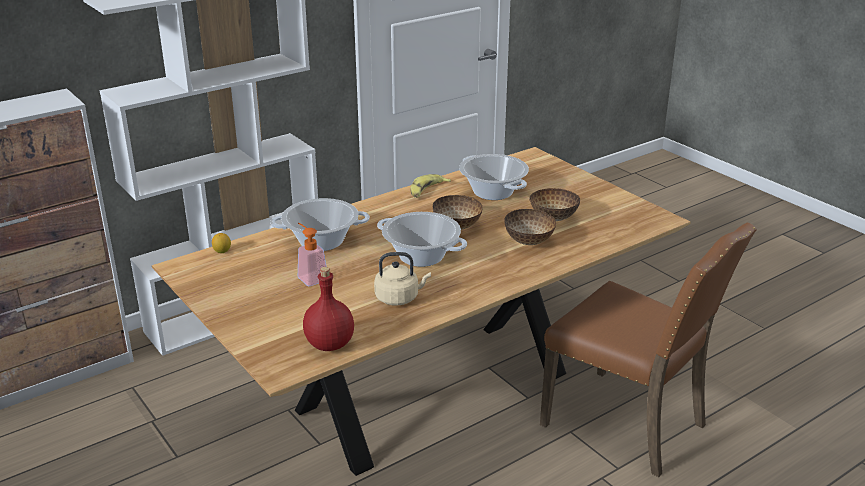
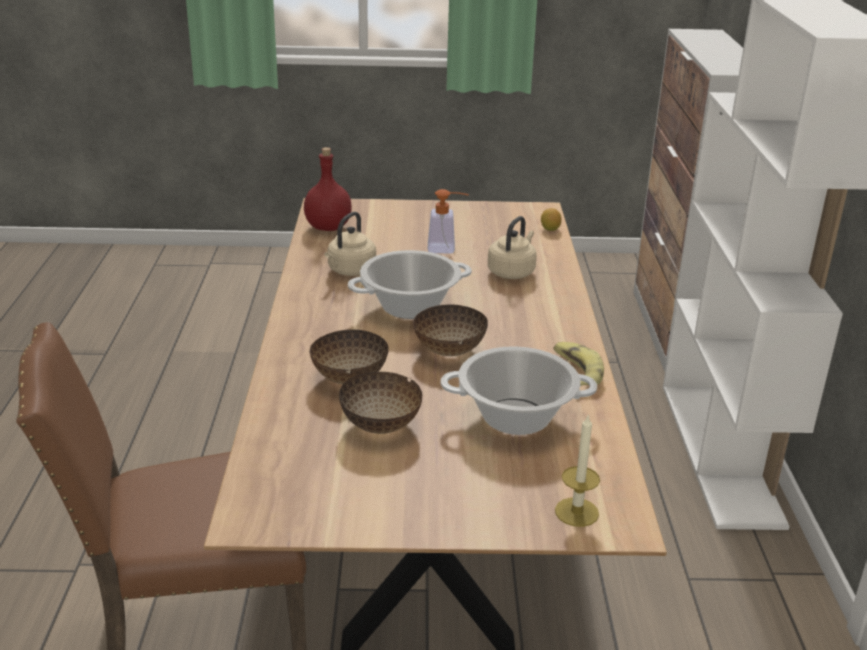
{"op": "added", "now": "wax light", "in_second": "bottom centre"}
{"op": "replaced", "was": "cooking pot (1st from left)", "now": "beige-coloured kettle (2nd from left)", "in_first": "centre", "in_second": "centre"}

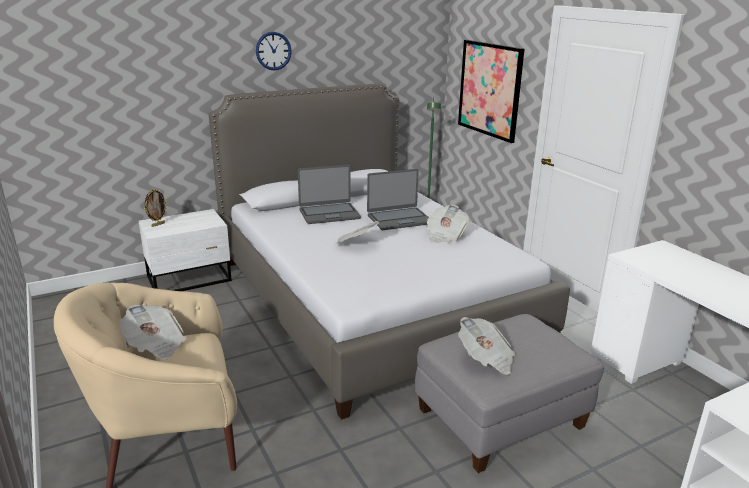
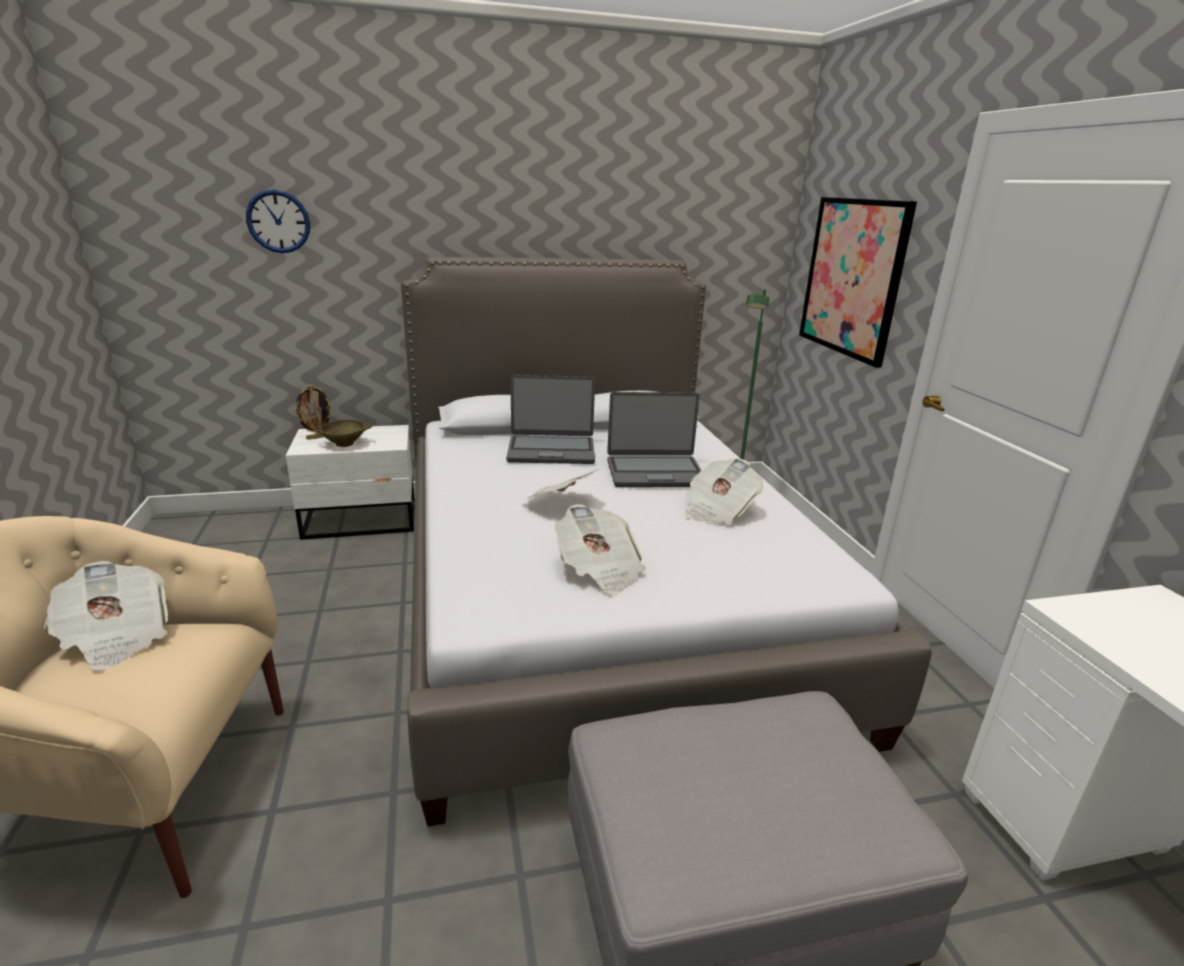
{"op": "added", "now": "beige-coloured serving bowl", "in_second": "middle left"}
{"op": "moved", "was": "clock on the wall", "in_first": "top centre", "in_second": "top left"}
{"op": "moved", "was": "printed paper (4th from left in the first image)", "now": "printed paper (3rd from left)", "in_first": "bottom centre", "in_second": "centre"}

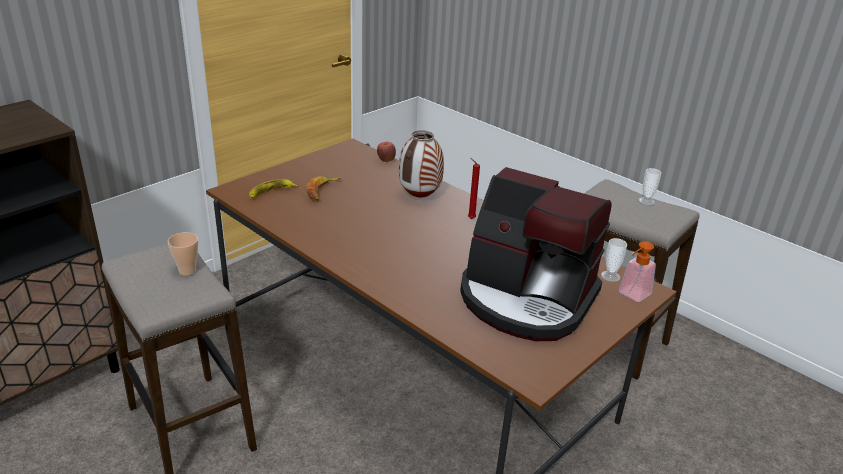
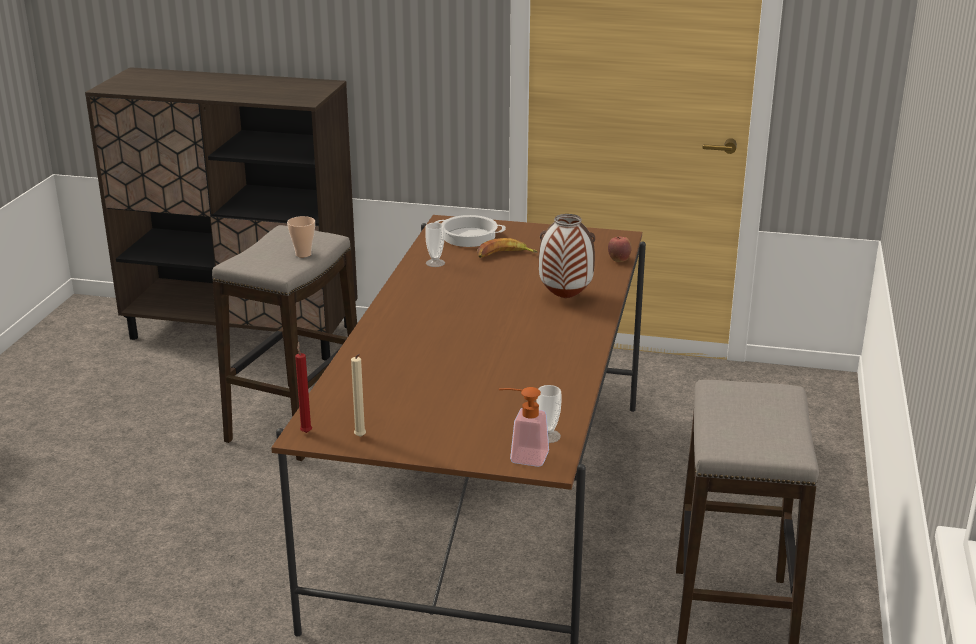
{"op": "removed", "was": "coffee brewer", "in_first": "centre"}
{"op": "added", "now": "beige-coloured wax light", "in_second": "centre"}
{"op": "moved", "was": "reddish wax light", "in_first": "centre", "in_second": "middle left"}
{"op": "moved", "was": "drinking cup (3rd from left in the first image)", "now": "drinking cup (2nd from left)", "in_first": "middle right", "in_second": "centre"}
{"op": "replaced", "was": "banana (1st from left)", "now": "cooking pot", "in_first": "middle left", "in_second": "centre"}

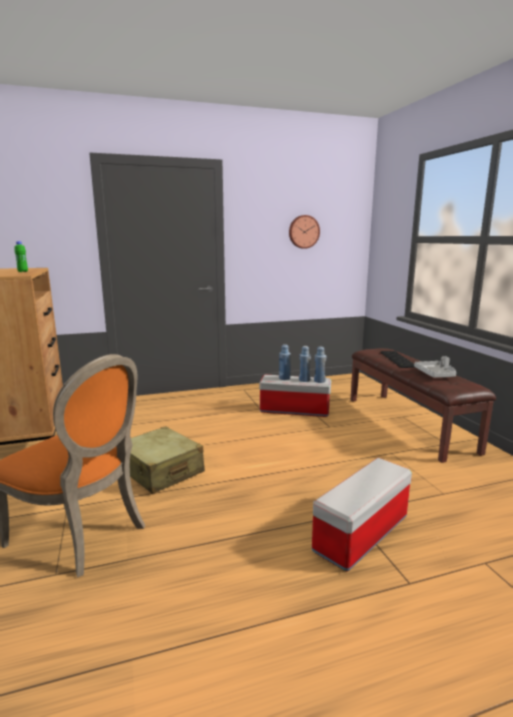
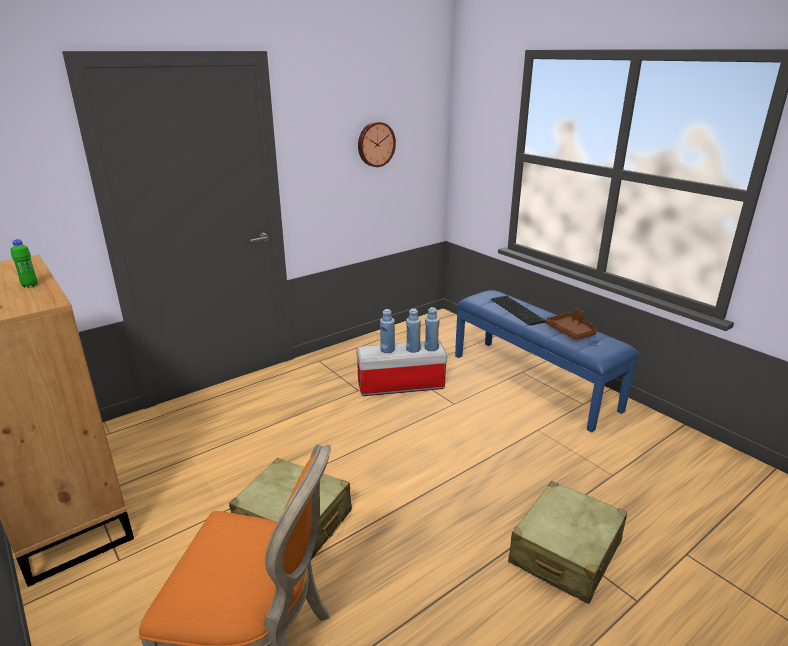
{"op": "replaced", "was": "storage bin (2nd from left)", "now": "beige-coloured piece of luggage (2nd from left)", "in_first": "bottom right", "in_second": "bottom right"}
{"op": "recoloured", "was": "brown indoor bench", "now": "bluish indoor bench", "in_first": "middle right", "in_second": "middle right"}
{"op": "recoloured", "was": "grey tray", "now": "brown tray", "in_first": "middle right", "in_second": "middle right"}

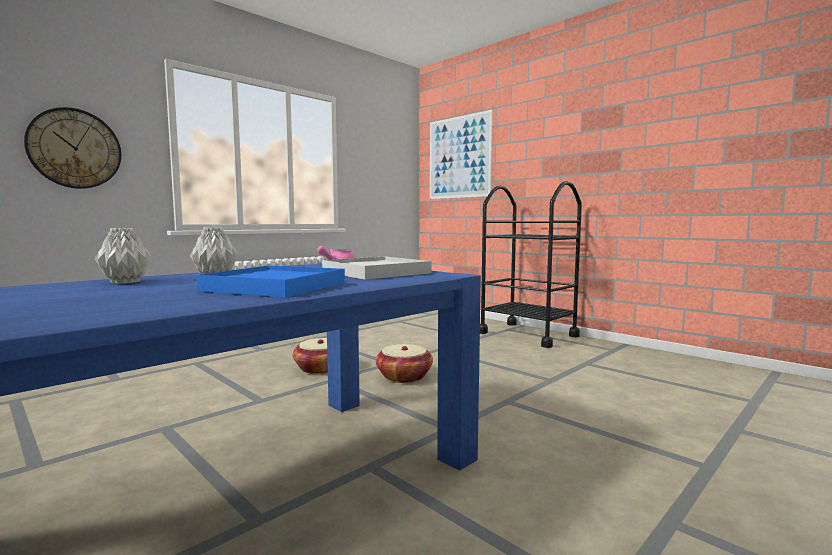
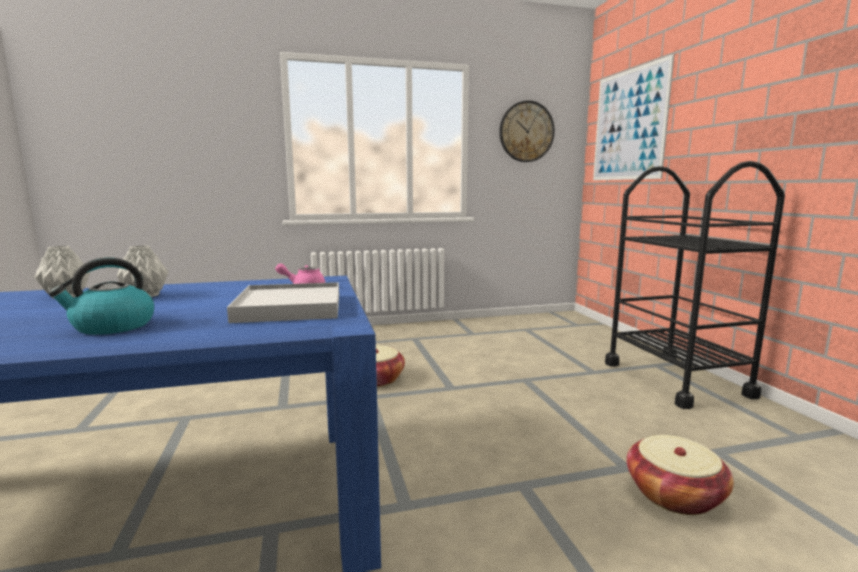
{"op": "moved", "was": "clock on the wall", "in_first": "top left", "in_second": "top centre"}
{"op": "moved", "was": "basket (2nd from left)", "in_first": "centre", "in_second": "bottom right"}
{"op": "replaced", "was": "bluish tray", "now": "kettle", "in_first": "middle left", "in_second": "middle left"}

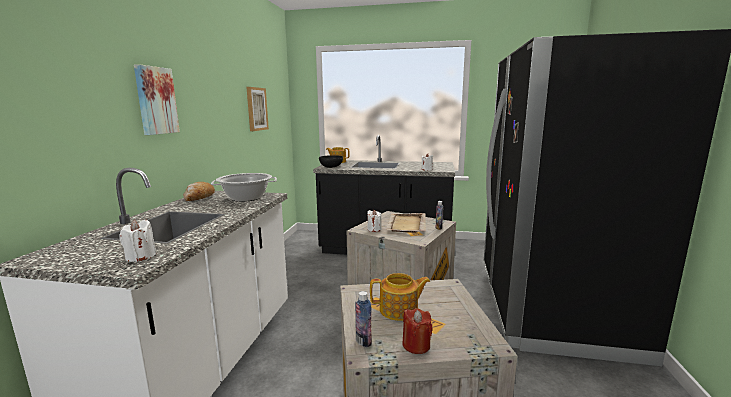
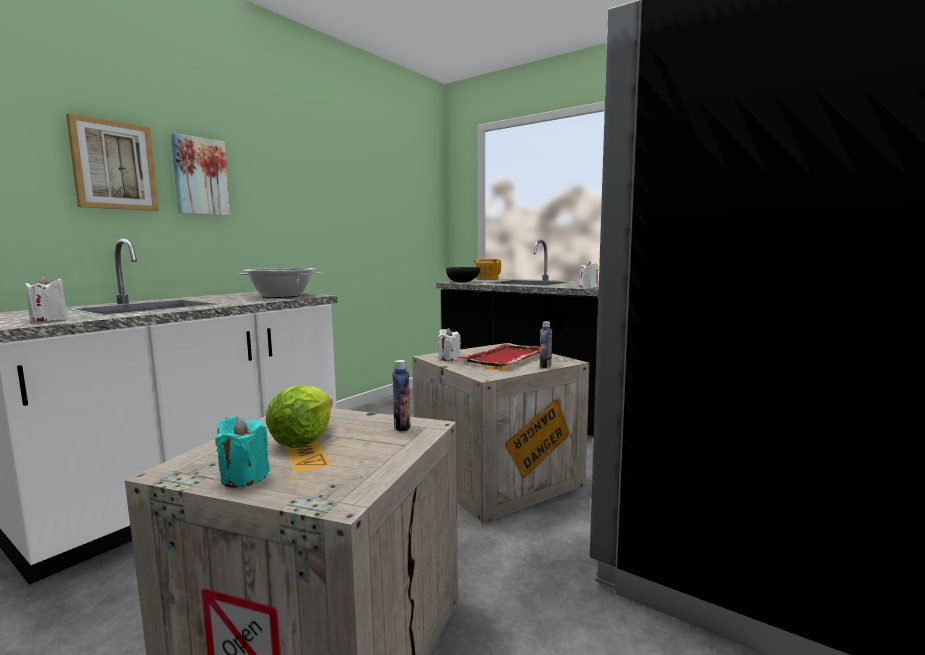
{"op": "removed", "was": "bakery bread", "in_first": "middle left"}
{"op": "moved", "was": "picture (2nd from left in the first image)", "now": "picture (1st from left)", "in_first": "top centre", "in_second": "top left"}
{"op": "moved", "was": "drink bottle (1st from left)", "in_first": "bottom centre", "in_second": "centre"}
{"op": "replaced", "was": "tea pot (2nd from left)", "now": "head of lettuce", "in_first": "bottom centre", "in_second": "middle left"}
{"op": "recoloured", "was": "beige-coloured tray", "now": "reddish tray", "in_first": "centre", "in_second": "centre"}
{"op": "recoloured", "was": "reddish wax light", "now": "turquoise wax light", "in_first": "bottom centre", "in_second": "bottom left"}

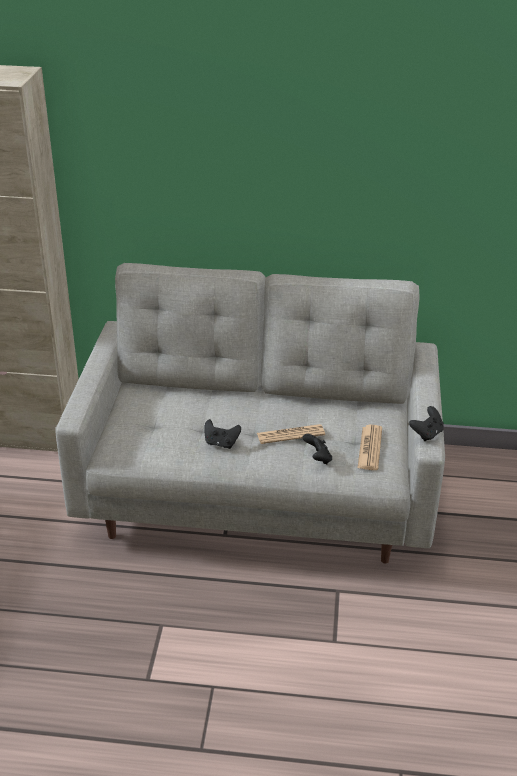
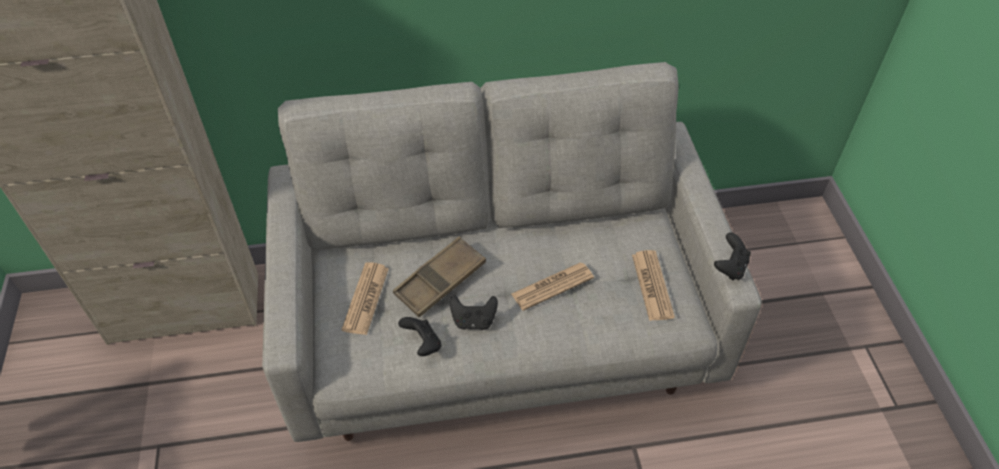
{"op": "added", "now": "printed paper (1st from left)", "in_second": "centre"}
{"op": "added", "now": "brown tray", "in_second": "centre"}
{"op": "moved", "was": "black joypad (2nd from left in the first image)", "now": "black joypad (1st from left)", "in_first": "centre", "in_second": "bottom centre"}

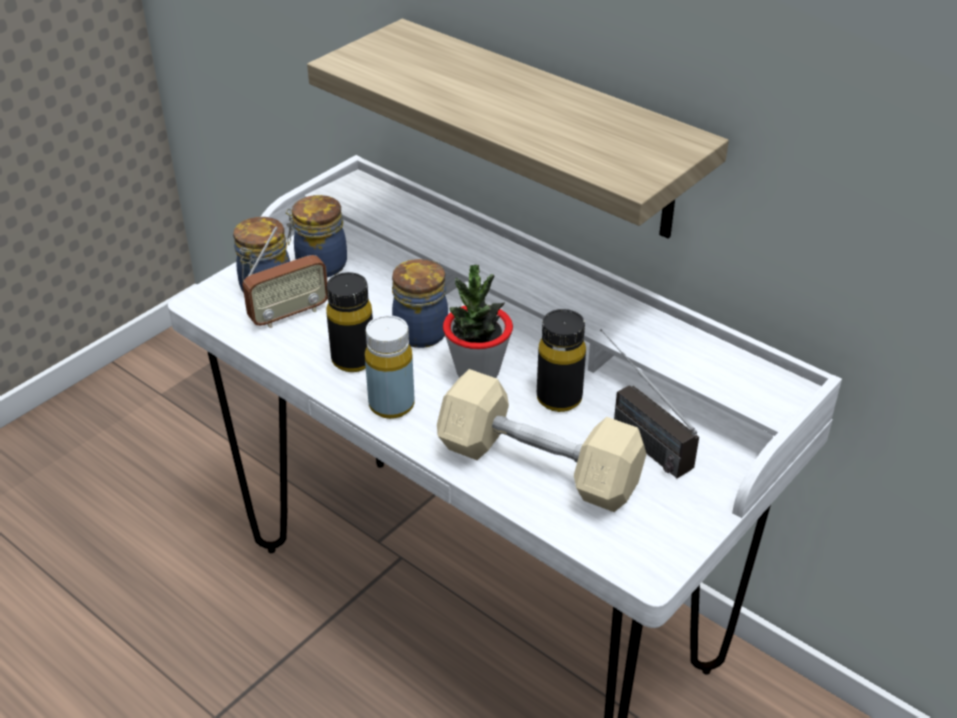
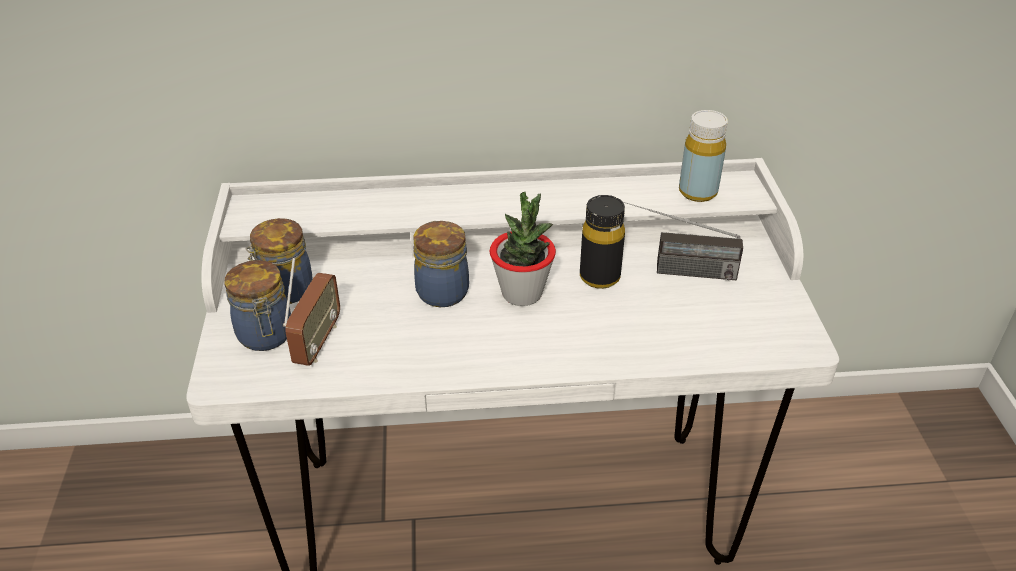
{"op": "removed", "was": "wall shelf", "in_first": "top centre"}
{"op": "removed", "was": "black drink bottle (1st from left)", "in_first": "centre"}
{"op": "removed", "was": "beige-coloured free weight", "in_first": "centre"}
{"op": "moved", "was": "yellow-coloured drink bottle", "in_first": "centre", "in_second": "top right"}

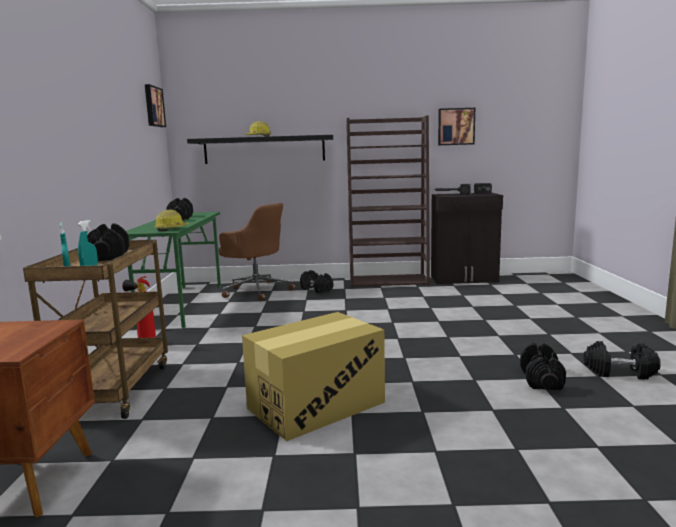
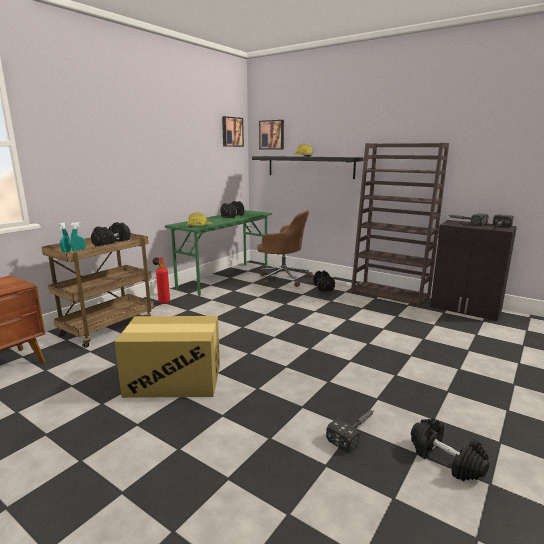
{"op": "moved", "was": "picture (2nd from left)", "in_first": "top right", "in_second": "top centre"}
{"op": "replaced", "was": "black free weight (4th from left)", "now": "hand hammer (1st from left)", "in_first": "bottom right", "in_second": "bottom centre"}
{"op": "turned", "was": "brown desk chair", "in_first": "centre", "in_second": "centre", "clockwise": -45}

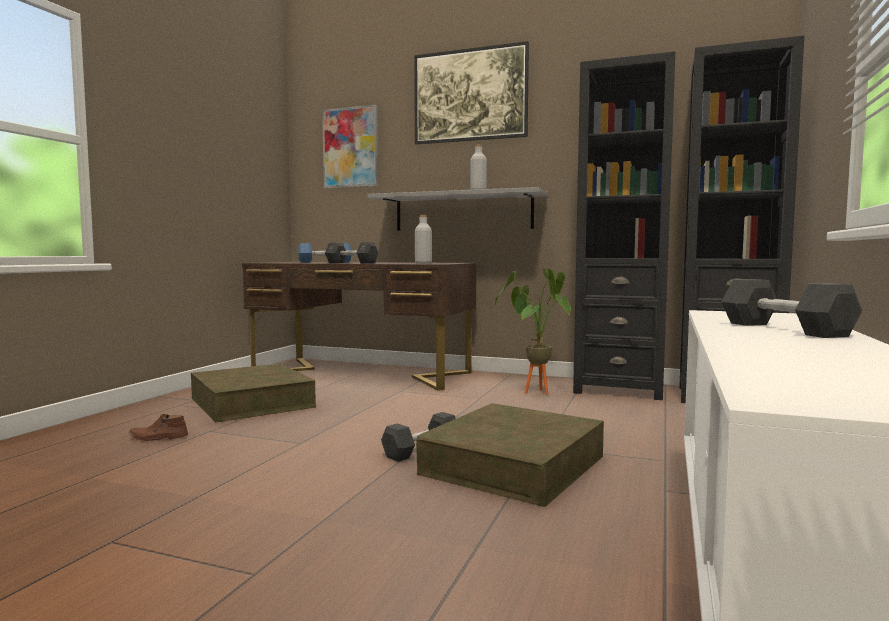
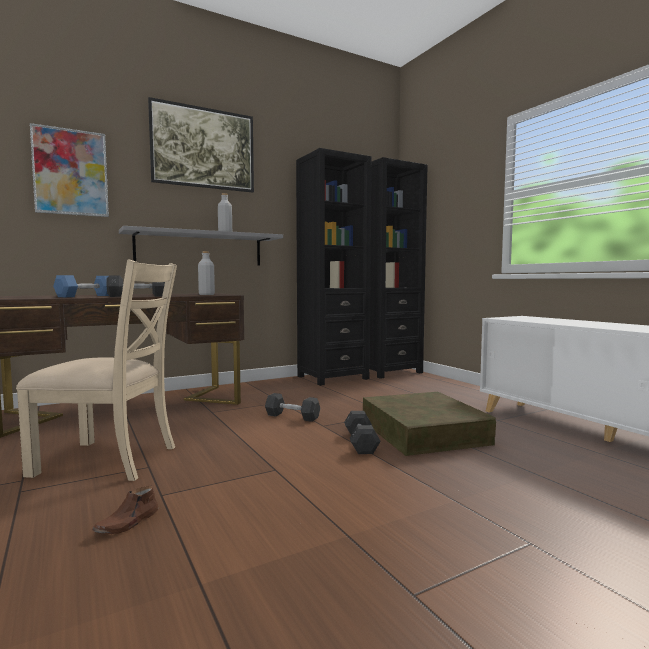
{"op": "removed", "was": "potted plant", "in_first": "centre"}
{"op": "moved", "was": "grey free weight (3rd from left in the first image)", "now": "grey free weight (2nd from left)", "in_first": "middle right", "in_second": "centre"}
{"op": "replaced", "was": "brown storage bin (1st from left)", "now": "beige-coloured chair", "in_first": "middle left", "in_second": "middle left"}

